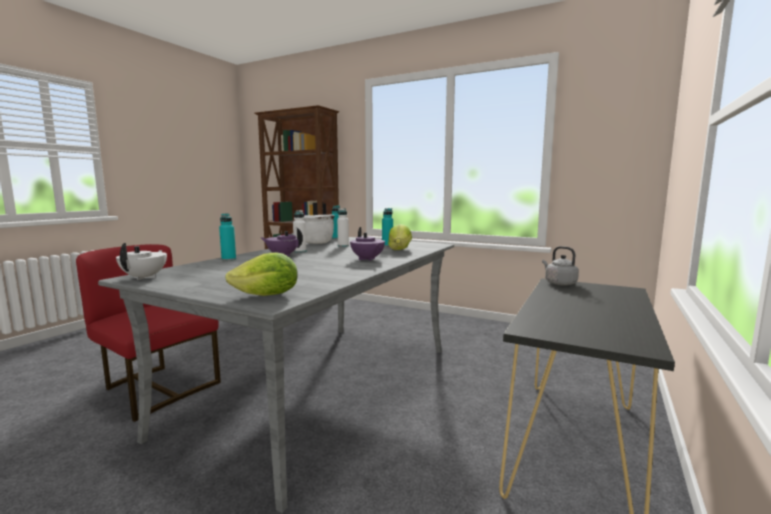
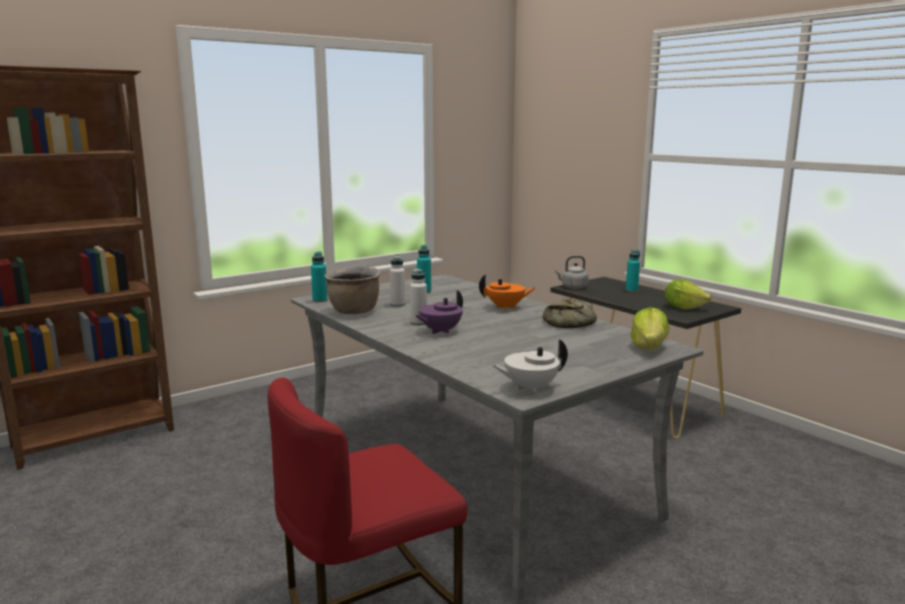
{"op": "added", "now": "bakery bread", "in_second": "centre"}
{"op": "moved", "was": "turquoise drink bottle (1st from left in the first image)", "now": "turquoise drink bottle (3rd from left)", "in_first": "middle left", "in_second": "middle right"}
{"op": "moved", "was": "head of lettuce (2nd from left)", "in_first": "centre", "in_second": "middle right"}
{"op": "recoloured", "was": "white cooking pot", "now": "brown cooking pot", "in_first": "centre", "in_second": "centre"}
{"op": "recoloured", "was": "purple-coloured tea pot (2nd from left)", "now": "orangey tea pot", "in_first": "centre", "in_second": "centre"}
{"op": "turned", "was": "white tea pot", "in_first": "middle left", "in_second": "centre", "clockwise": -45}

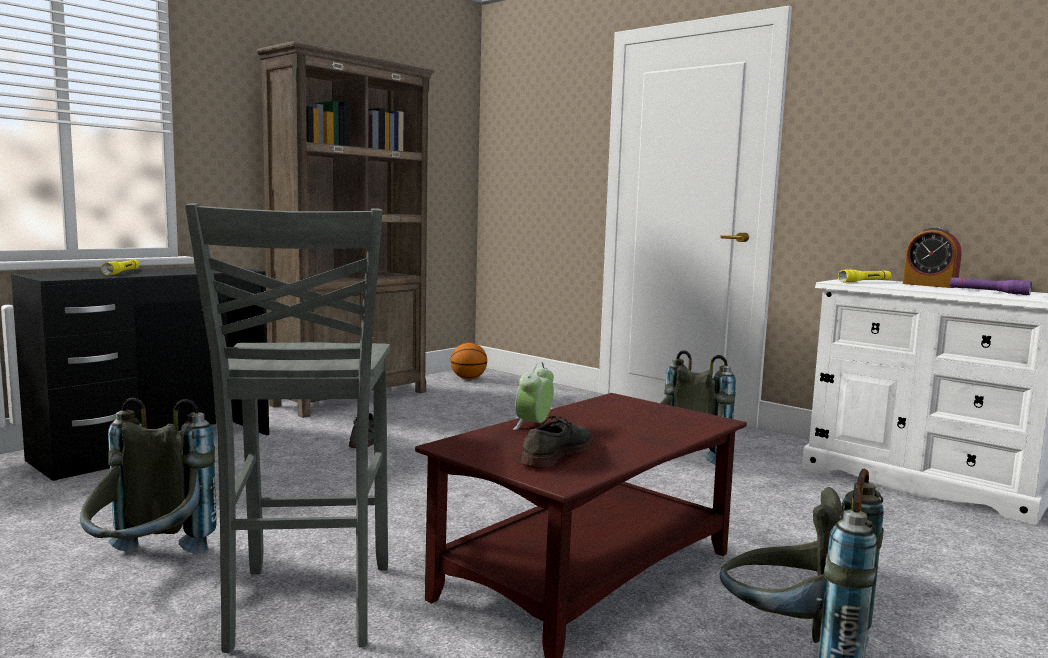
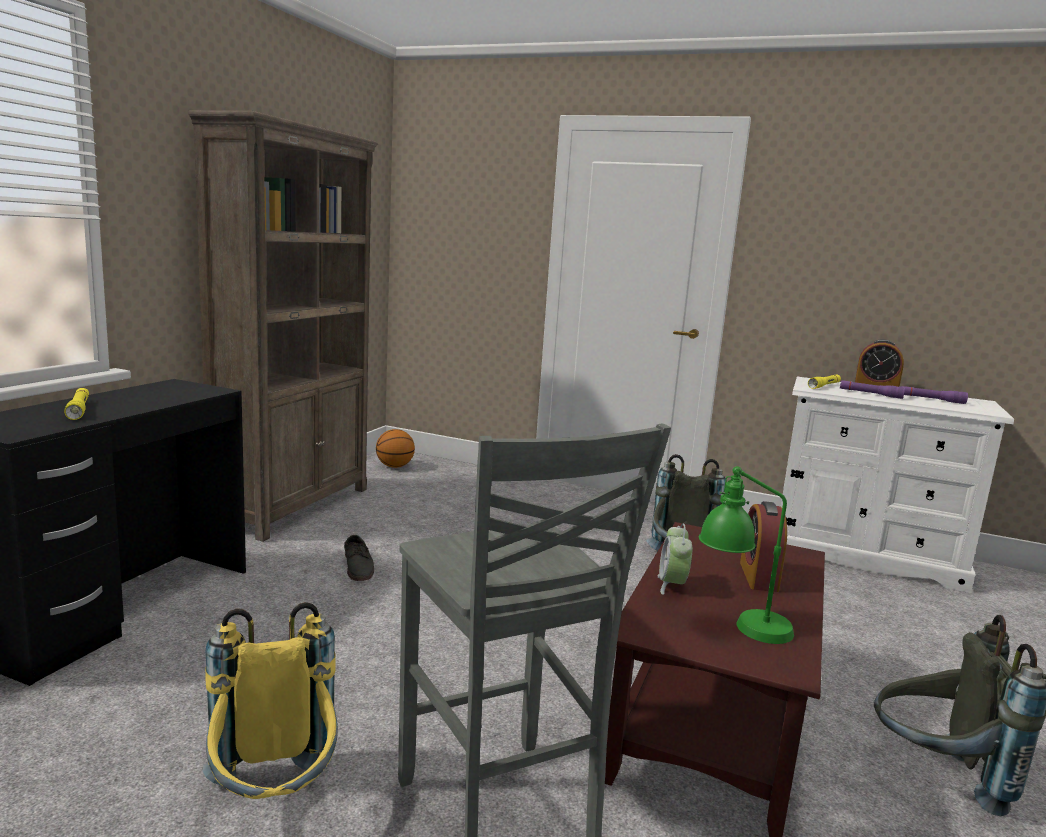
{"op": "added", "now": "table clock (2nd from left)", "in_second": "middle right"}
{"op": "added", "now": "purple-coloured flashlight (1st from left)", "in_second": "middle right"}
{"op": "replaced", "was": "grey item of footwear (2nd from left)", "now": "greenish tabletop lamp", "in_first": "bottom centre", "in_second": "middle right"}
{"op": "recoloured", "was": "grey backpack (1st from left)", "now": "yellow-coloured backpack", "in_first": "bottom left", "in_second": "bottom left"}

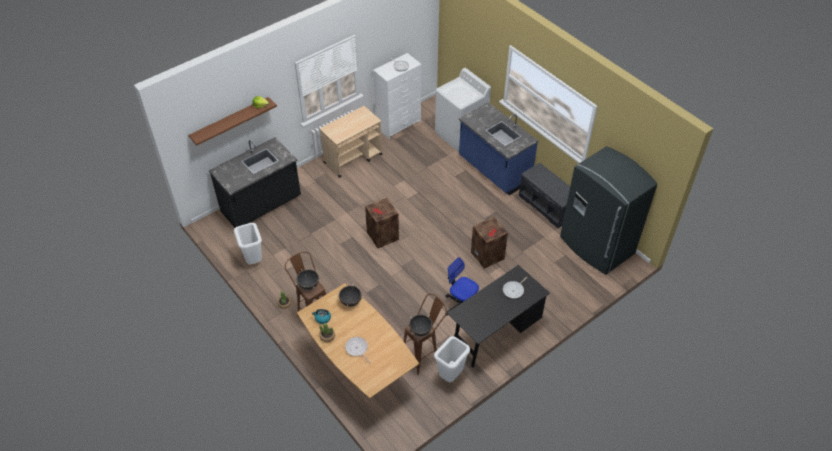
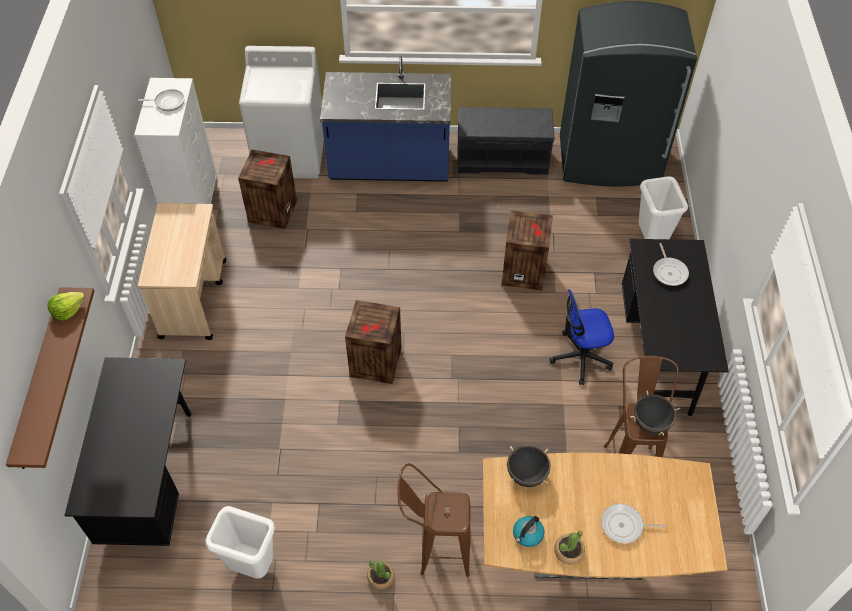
{"op": "removed", "was": "black cooking pot (1st from left)", "in_first": "centre"}
{"op": "added", "now": "packing crate (1st from left)", "in_second": "top left"}
{"op": "moved", "was": "white trash can (2nd from left)", "in_first": "bottom centre", "in_second": "middle right"}
{"op": "replaced", "was": "black kitchen counter", "now": "black desk unit (1st from left)", "in_first": "middle left", "in_second": "bottom left"}

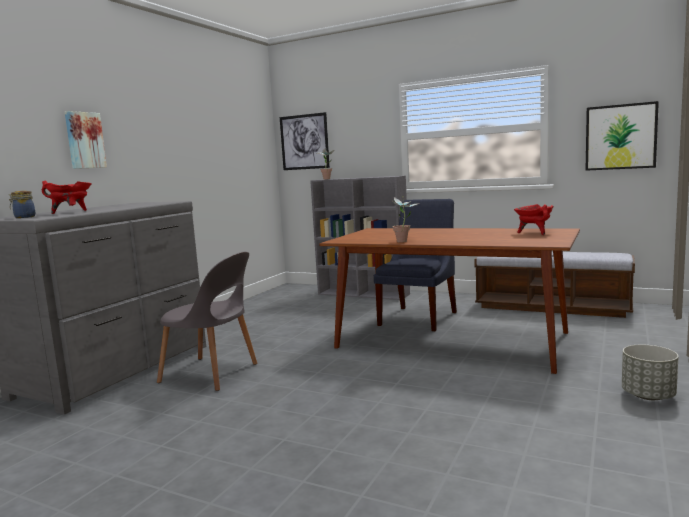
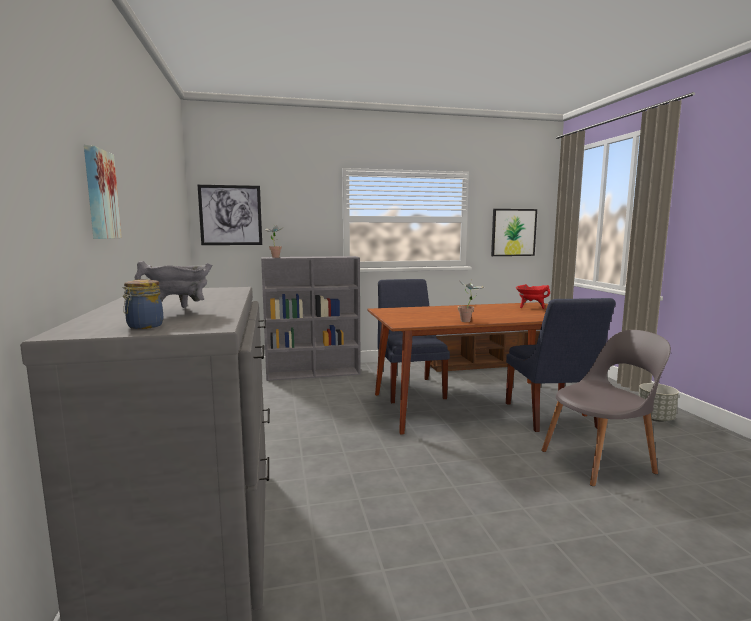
{"op": "added", "now": "bluish chair (2nd from left)", "in_second": "middle right"}
{"op": "moved", "was": "grey chair", "in_first": "middle left", "in_second": "middle right"}
{"op": "recoloured", "was": "reddish cooking pot (1st from left)", "now": "grey cooking pot", "in_first": "middle left", "in_second": "middle left"}

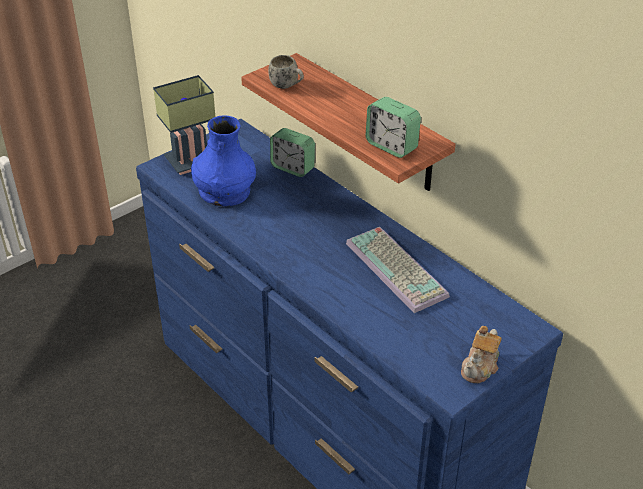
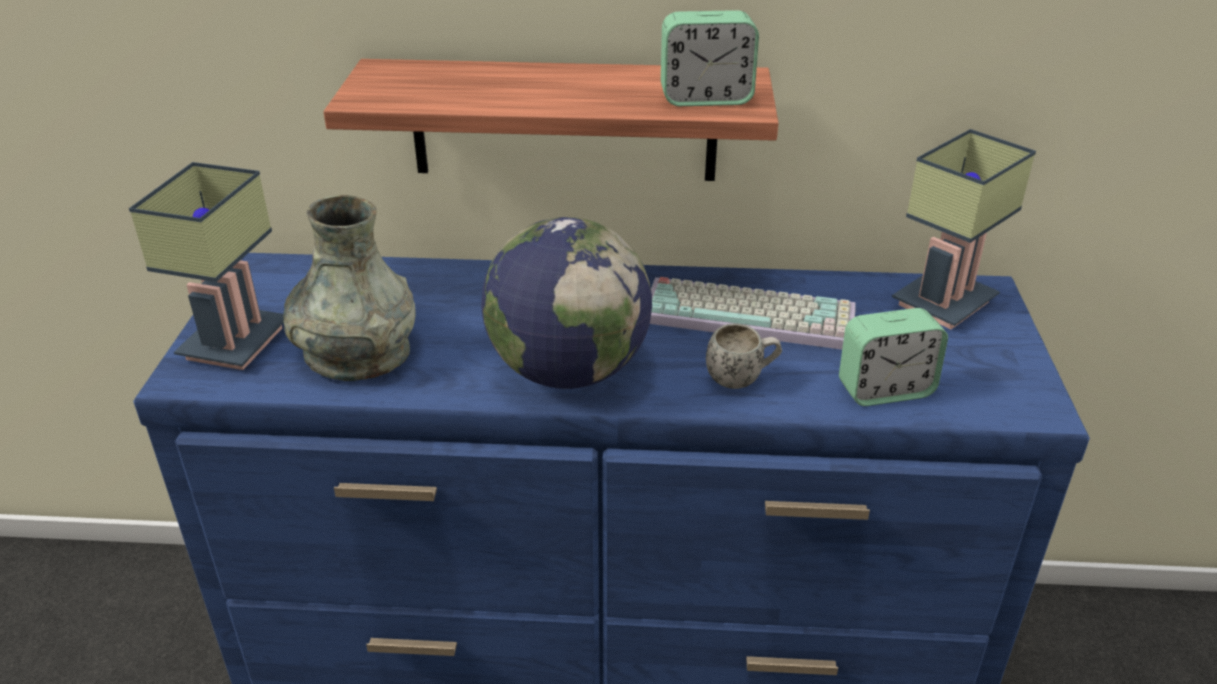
{"op": "removed", "was": "tea pot", "in_first": "bottom right"}
{"op": "added", "now": "desk globe", "in_second": "centre"}
{"op": "added", "now": "tabletop lamp (2nd from left)", "in_second": "middle right"}
{"op": "moved", "was": "white mug", "in_first": "top centre", "in_second": "centre"}
{"op": "moved", "was": "table clock (1st from left in the first image)", "now": "table clock (2nd from left)", "in_first": "top centre", "in_second": "middle right"}
{"op": "recoloured", "was": "bluish decorative vase", "now": "grey decorative vase", "in_first": "top centre", "in_second": "middle left"}

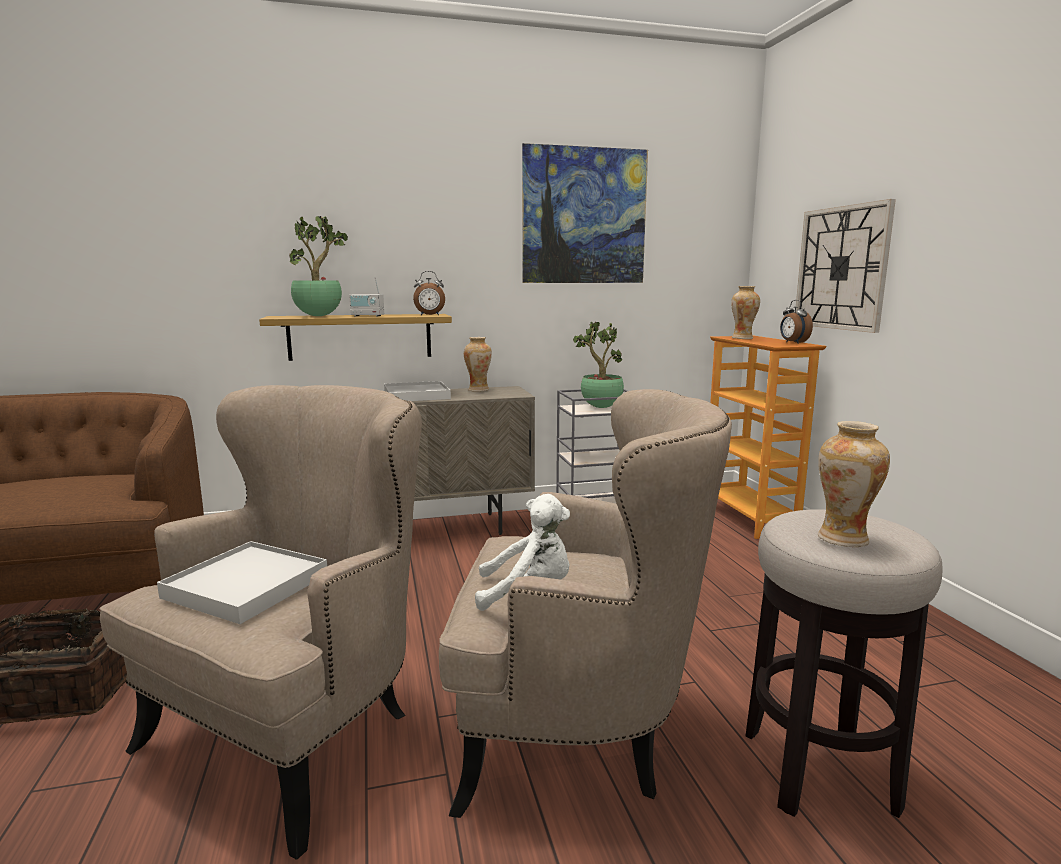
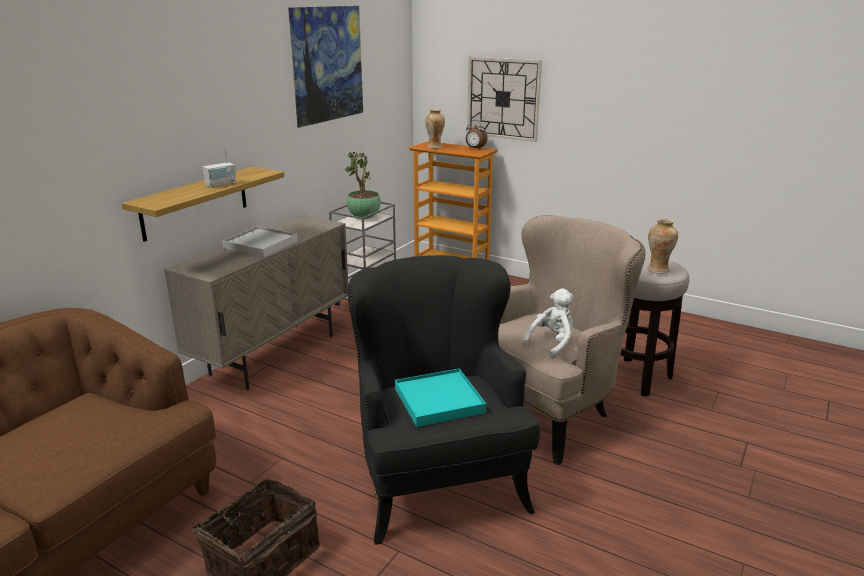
{"op": "removed", "was": "potted plant (1st from left)", "in_first": "top left"}
{"op": "removed", "was": "table clock (1st from left)", "in_first": "centre"}
{"op": "removed", "was": "decorative vase (1st from left)", "in_first": "centre"}
{"op": "recoloured", "was": "beige-coloured lounge chair (1st from left)", "now": "black lounge chair", "in_first": "bottom left", "in_second": "bottom centre"}
{"op": "recoloured", "was": "white tray (1st from left)", "now": "turquoise tray", "in_first": "bottom left", "in_second": "bottom centre"}

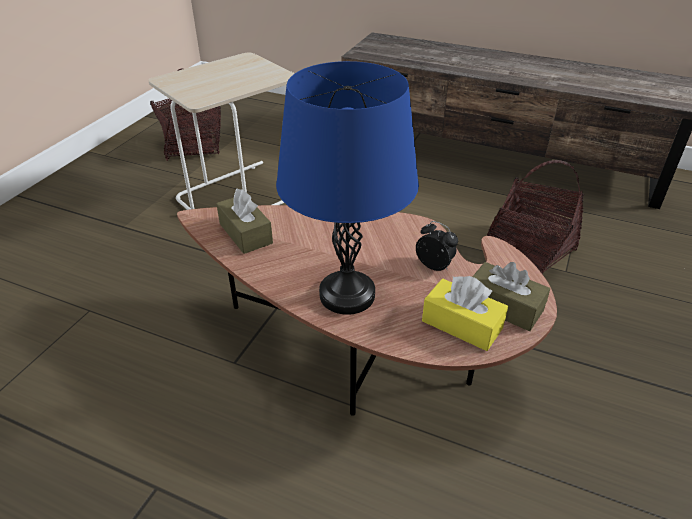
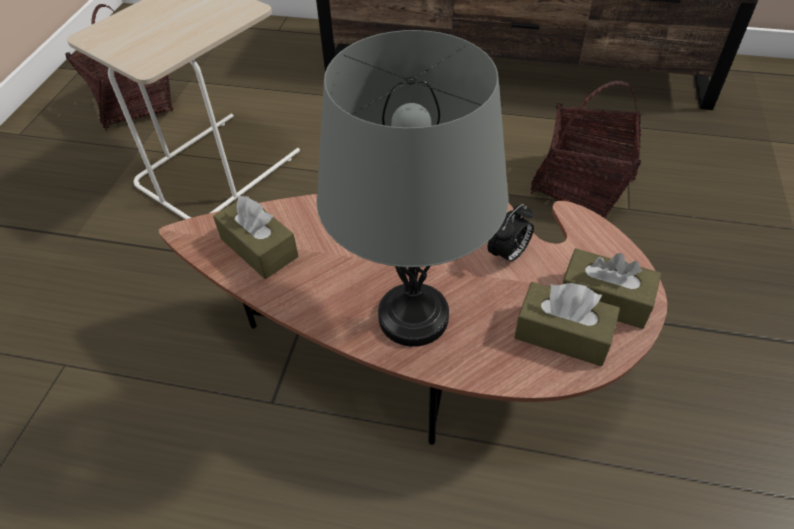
{"op": "recoloured", "was": "bluish tabletop lamp", "now": "grey tabletop lamp", "in_first": "centre", "in_second": "centre"}
{"op": "recoloured", "was": "yellow-coloured tissue holder", "now": "brown tissue holder (2nd from left)", "in_first": "middle right", "in_second": "middle right"}
{"op": "turned", "was": "table clock", "in_first": "centre", "in_second": "centre", "clockwise": 105}

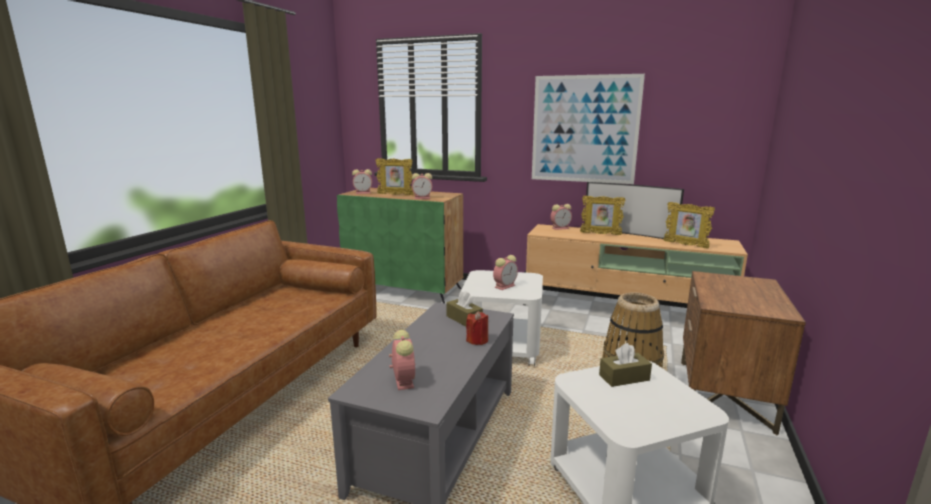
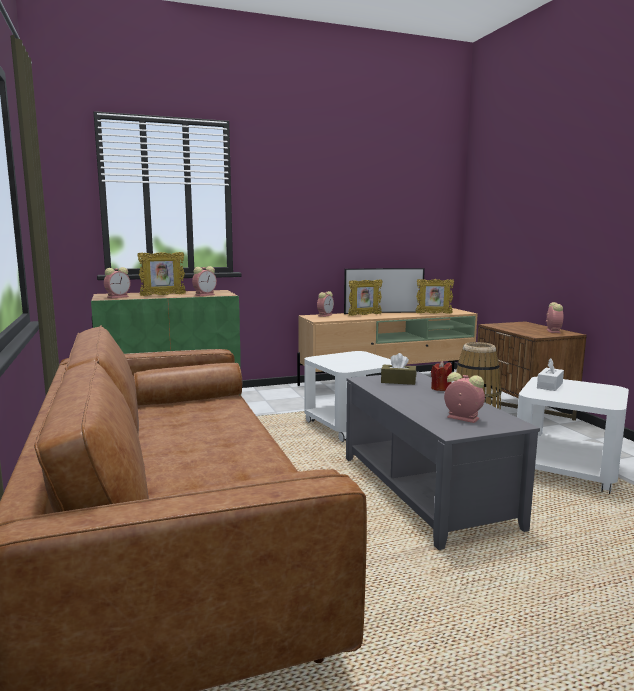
{"op": "removed", "was": "picture", "in_first": "top centre"}
{"op": "moved", "was": "table clock (4th from left in the first image)", "now": "table clock (5th from left)", "in_first": "centre", "in_second": "middle right"}
{"op": "recoloured", "was": "brown tissue holder (2nd from left)", "now": "white tissue holder", "in_first": "bottom right", "in_second": "middle right"}

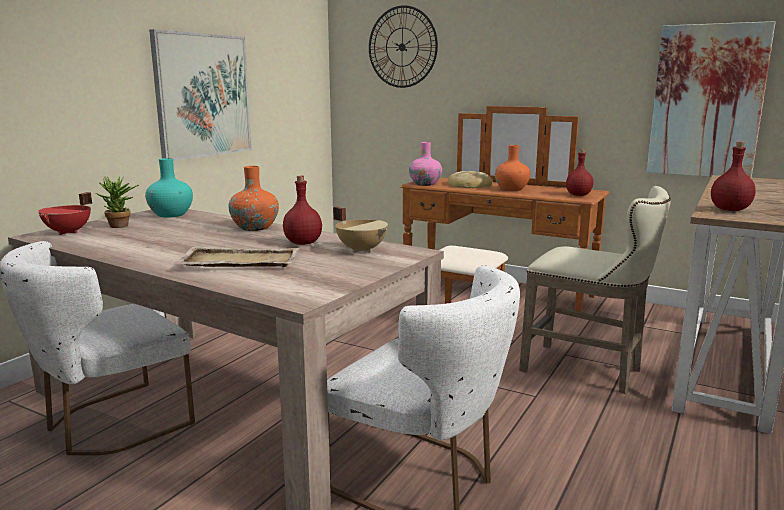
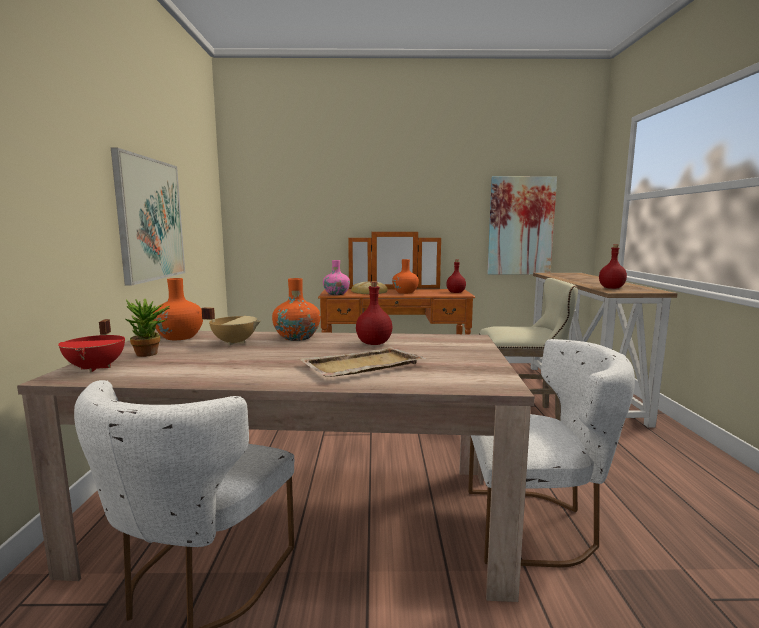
{"op": "removed", "was": "clock on the wall", "in_first": "top centre"}
{"op": "moved", "was": "beige-coloured cooking pot", "in_first": "centre", "in_second": "middle left"}
{"op": "recoloured", "was": "turquoise decorative vase", "now": "orangey decorative vase (1st from left)", "in_first": "middle left", "in_second": "middle left"}

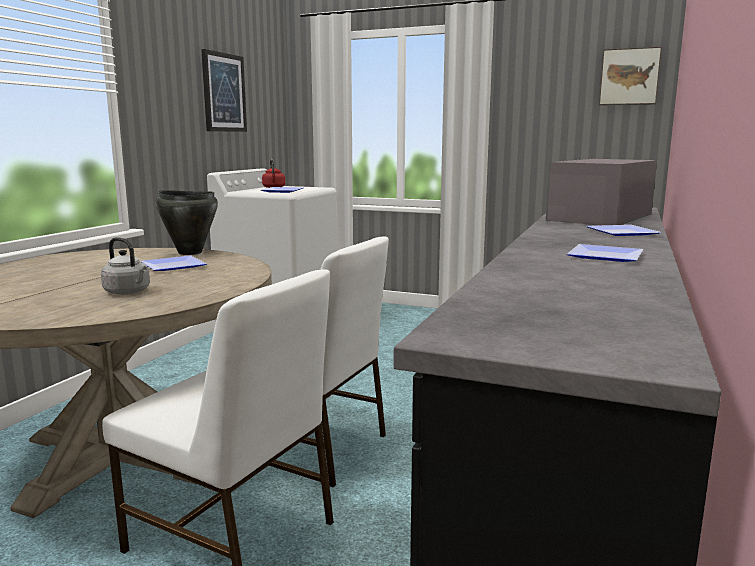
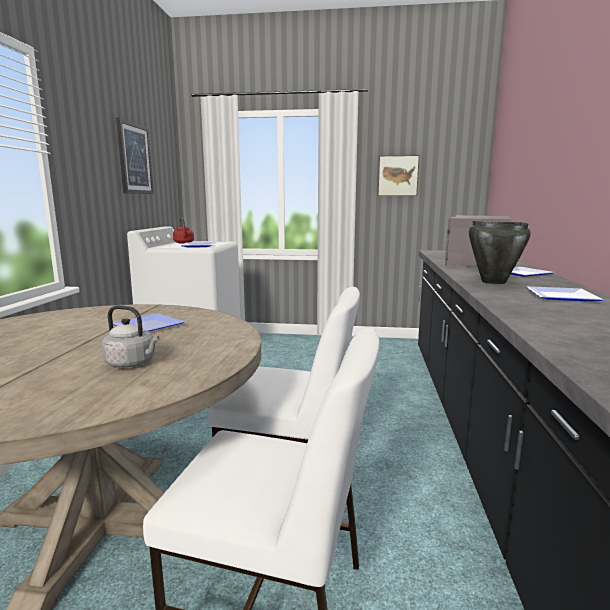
{"op": "moved", "was": "black cooking pot", "in_first": "middle left", "in_second": "middle right"}
{"op": "moved", "was": "picture (2nd from left)", "in_first": "top right", "in_second": "top centre"}

